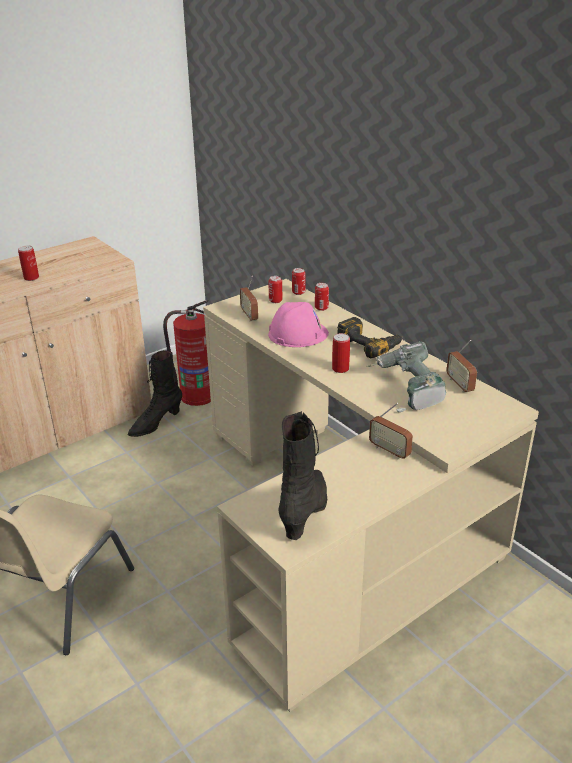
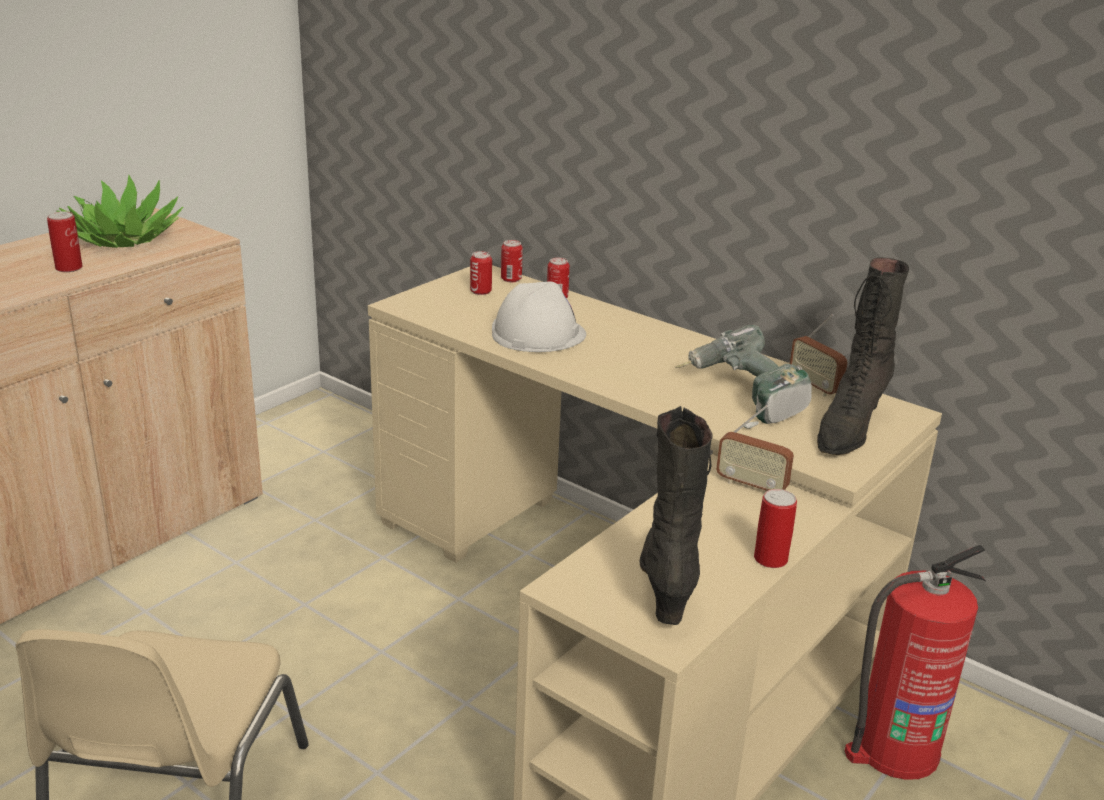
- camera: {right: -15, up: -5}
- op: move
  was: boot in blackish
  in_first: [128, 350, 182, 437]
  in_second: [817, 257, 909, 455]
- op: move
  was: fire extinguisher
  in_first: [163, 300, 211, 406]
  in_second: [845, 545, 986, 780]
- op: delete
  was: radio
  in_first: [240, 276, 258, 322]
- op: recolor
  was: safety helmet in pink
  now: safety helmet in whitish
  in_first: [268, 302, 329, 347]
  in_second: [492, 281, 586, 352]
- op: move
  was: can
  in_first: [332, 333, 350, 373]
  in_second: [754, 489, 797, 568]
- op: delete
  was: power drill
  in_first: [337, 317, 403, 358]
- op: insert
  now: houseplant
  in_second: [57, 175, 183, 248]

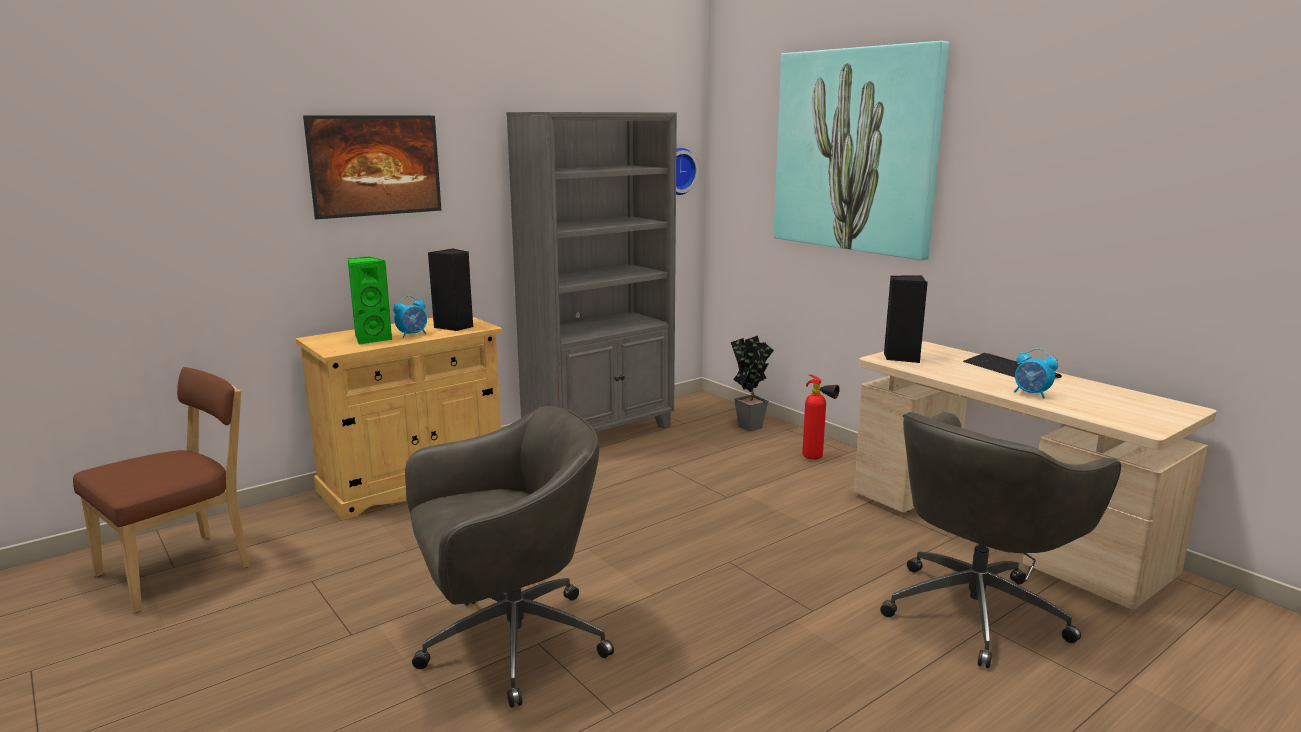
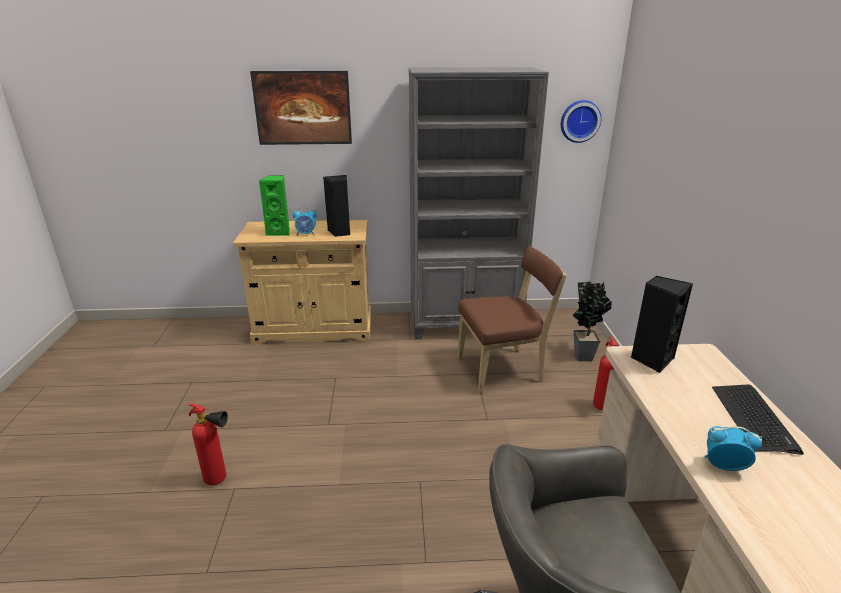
- camera: {right: 35, up: 10}
- op: move
  was: plain chair in brown-coloured
  in_first: [73, 367, 250, 613]
  in_second: [458, 246, 567, 393]
- op: replace
  was: computer chair in greyish
  now: fire extinguisher
  in_first: [405, 406, 614, 708]
  in_second: [189, 404, 228, 485]
- op: delete
  was: picture
  in_first: [774, 41, 949, 260]
- op: rotate
  was: table clock
  in_first: [1014, 348, 1058, 399]
  in_second: [705, 426, 762, 471]
  clockwise: 120

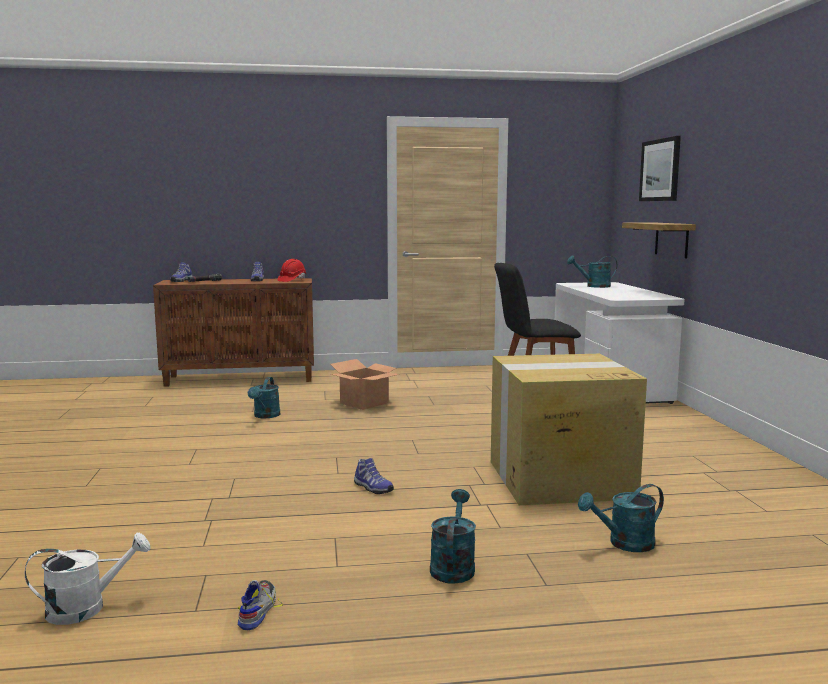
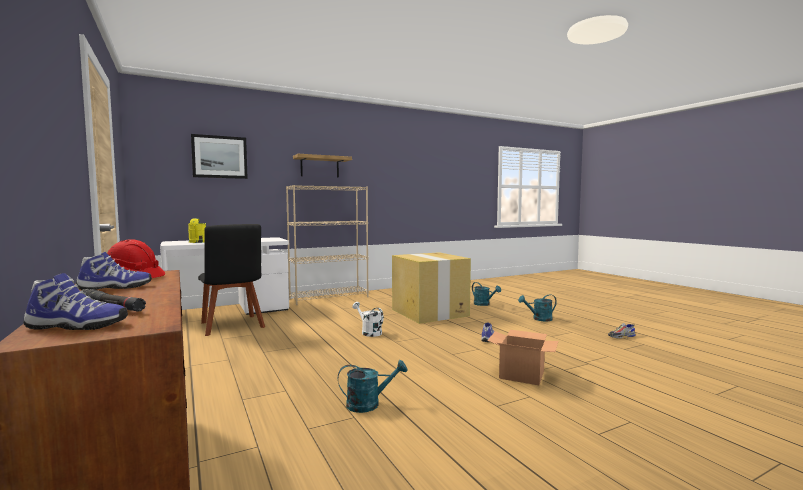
- camera: {right: -110, up: -5}
- op: move
  was: watering can in whitish
  in_first: [25, 533, 150, 625]
  in_second: [352, 302, 384, 337]
- op: move
  was: carton
  in_first: [330, 359, 400, 410]
  in_second: [487, 330, 559, 385]
- op: recolor
  was: watering can in turquoise
  now: watering can in yellow
  in_first: [567, 256, 617, 288]
  in_second: [188, 218, 207, 243]
- op: move
  was: bracket shelf
  in_first: [622, 222, 696, 258]
  in_second: [293, 154, 352, 178]
- op: insert
  now: bookshelf in beige-coloured
  in_second: [286, 185, 369, 305]

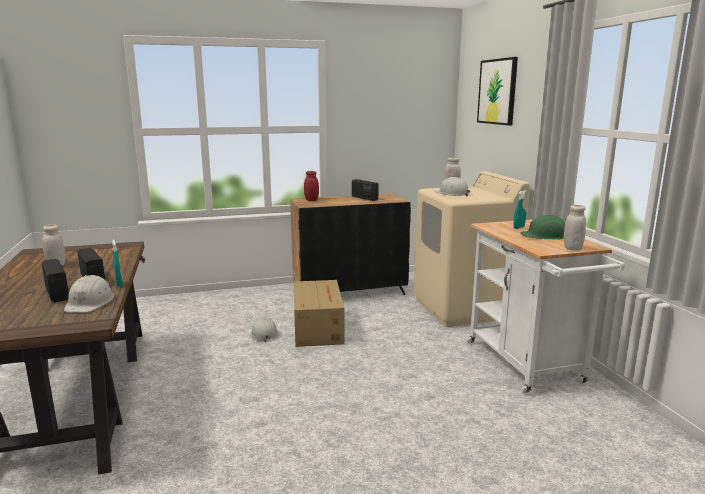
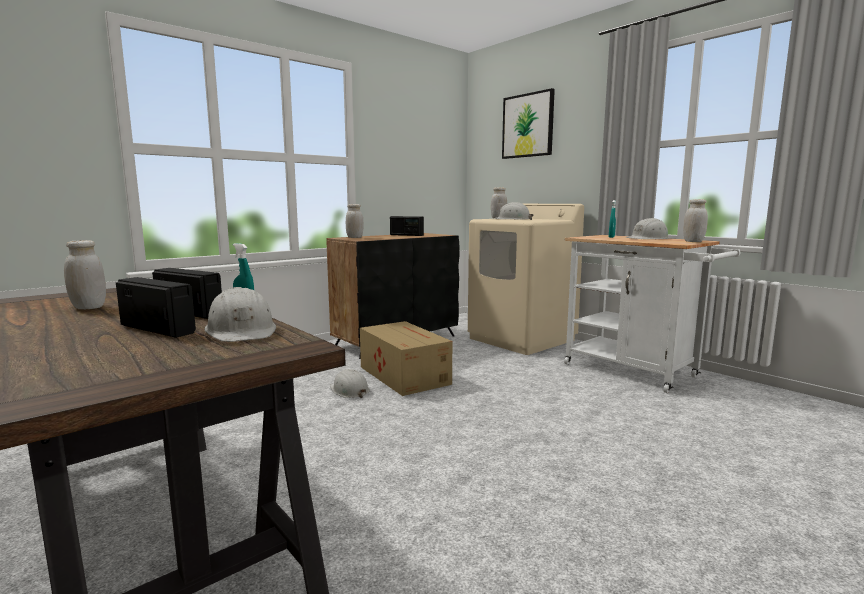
- camera: {right: -25, up: -5}
- op: recolor
  was: jar in reddish
  now: jar in whitish
  in_first: [304, 171, 319, 201]
  in_second: [346, 204, 364, 238]
- op: recolor
  was: safety helmet in greenish
  now: safety helmet in whitish
  in_first: [520, 215, 565, 239]
  in_second: [625, 218, 669, 239]

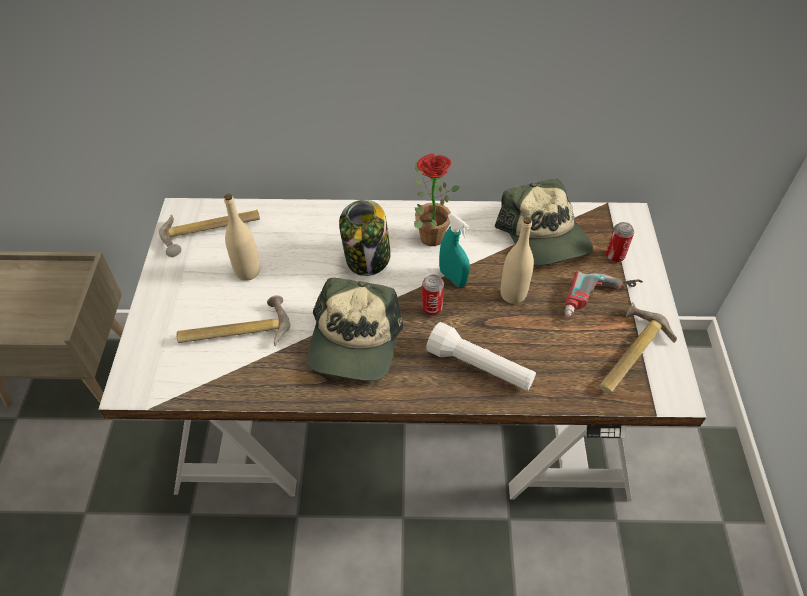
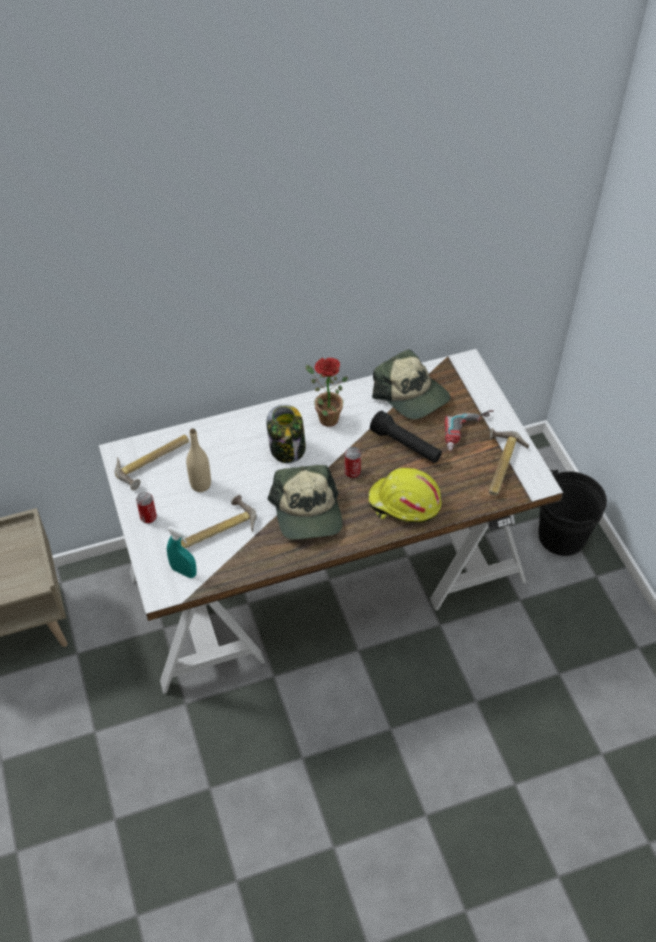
- camera: {right: -20, up: 0}
- op: replace
  was: flashlight in whitish
  now: safety helmet in yellow
  in_first: [426, 322, 536, 391]
  in_second: [368, 468, 441, 523]
- op: move
  was: sprayer in turquoise
  in_first: [439, 213, 470, 287]
  in_second: [167, 526, 197, 578]
- op: replace
  was: beverage bottle in beige-coloured
  now: flashlight in blackish
  in_first: [500, 217, 534, 304]
  in_second: [370, 411, 442, 463]
- op: move
  was: can
  in_first: [606, 222, 634, 262]
  in_second: [136, 492, 157, 524]
- op: insert
  now: pail in blackish
  in_second: [538, 470, 607, 556]

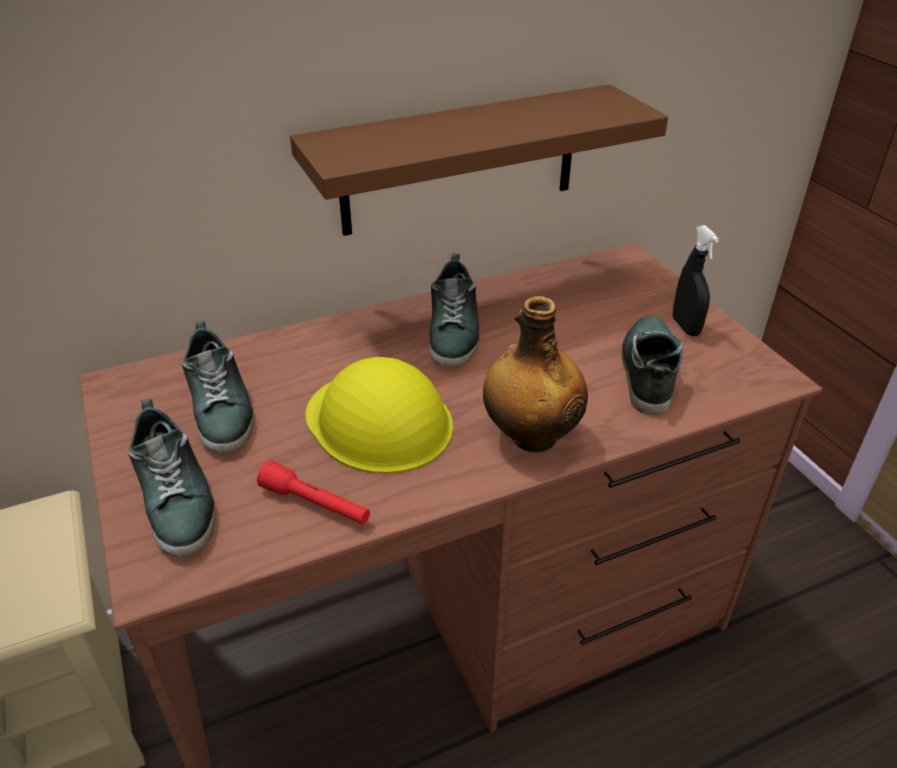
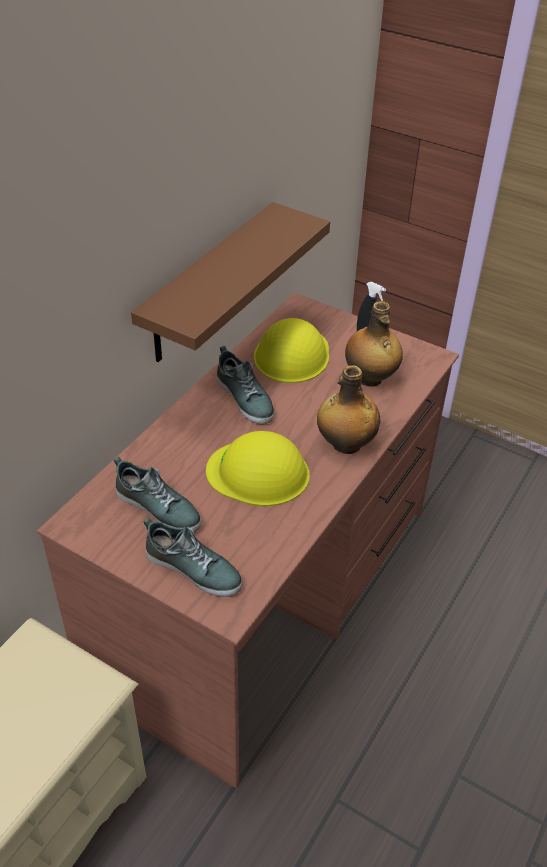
- camera: {right: -35, up: 5}
- op: delete
  was: flashlight in reddish
  in_first: [257, 460, 370, 524]
- op: replace
  was: shoe
  now: beverage bottle
  in_first: [622, 316, 683, 415]
  in_second: [345, 301, 403, 387]
- op: insert
  now: safety helmet in yellow
  in_second: [254, 318, 329, 383]

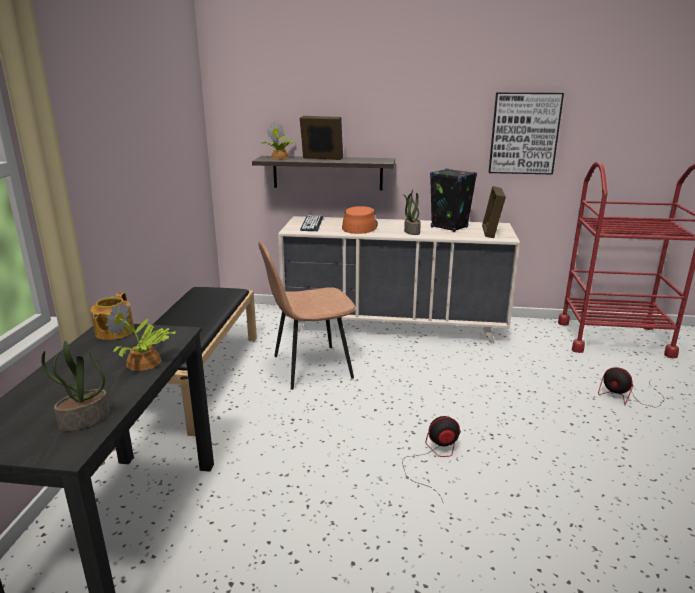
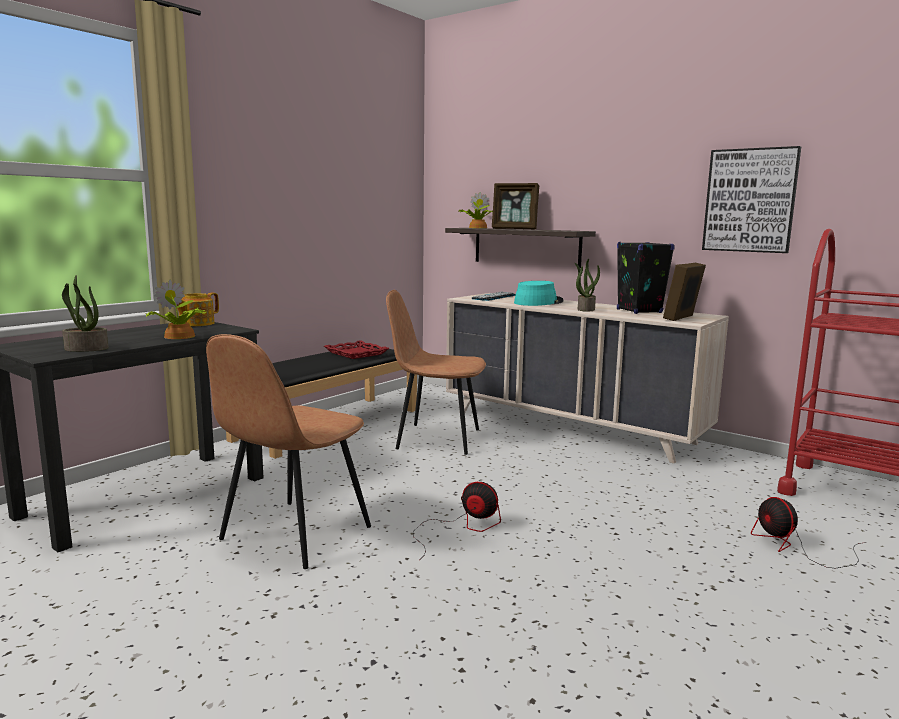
- camera: {right: 30, up: -10}
- op: rotate
  was: picture frame
  in_first: [300, 116, 343, 160]
  in_second: [492, 183, 539, 229]
  clockwise: 150
- op: recolor
  was: hat in orangey
  now: hat in turquoise
  in_first: [342, 206, 378, 234]
  in_second: [514, 281, 563, 306]
- op: insert
  now: plain chair in brown-coloured
  in_second: [206, 334, 371, 569]
- op: insert
  now: tray in reddish
  in_second: [324, 340, 389, 359]

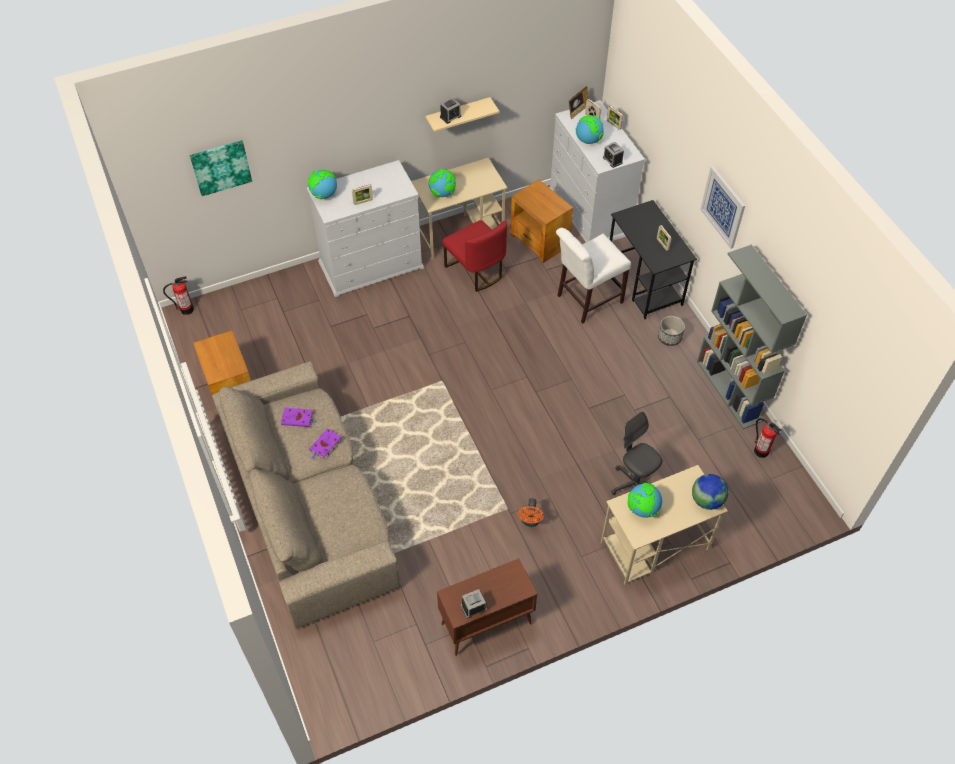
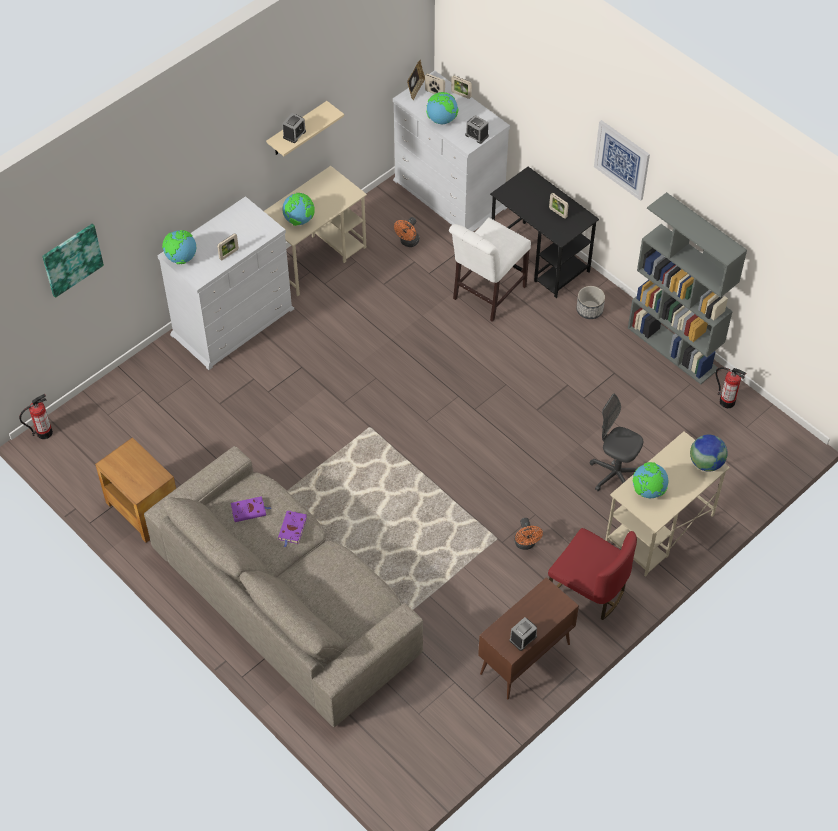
- camera: {right: -20, up: 0}
- op: move
  was: plain chair in reddish
  in_first: [442, 220, 507, 292]
  in_second: [548, 528, 637, 620]
- op: replace
  was: accent table in brown-coloured
  now: fan in orangey
  in_first: [510, 180, 573, 263]
  in_second: [394, 217, 419, 247]

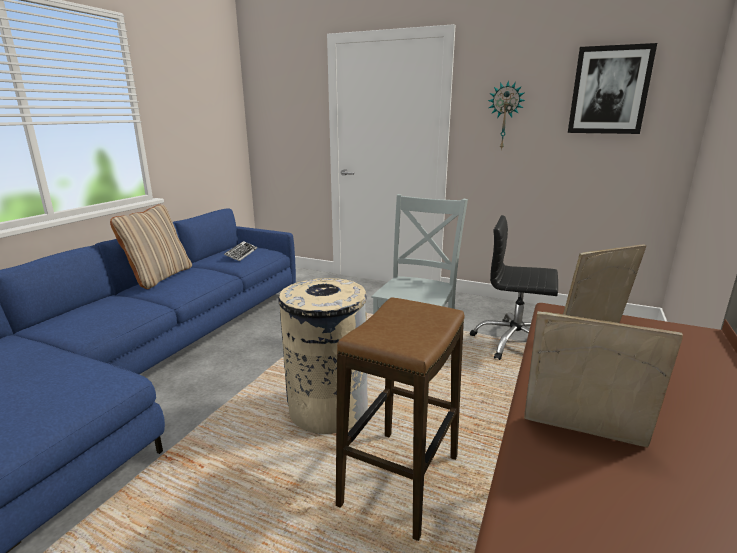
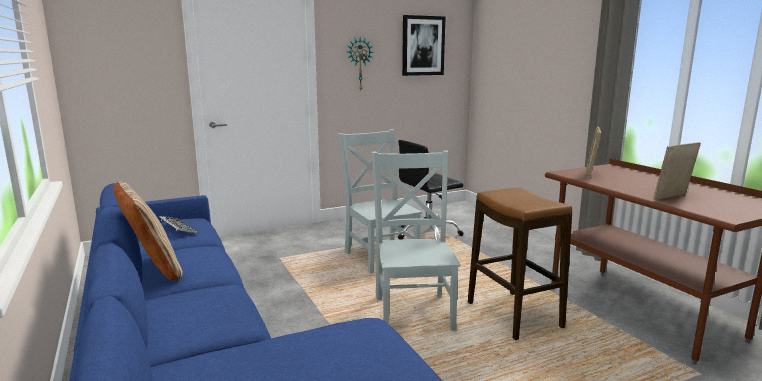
- camera: {right: -50, up: -5}
- op: replace
  was: rubbish bin in beige-coloured
  now: plain chair in greyish
  in_first: [278, 278, 368, 434]
  in_second: [372, 150, 461, 331]

